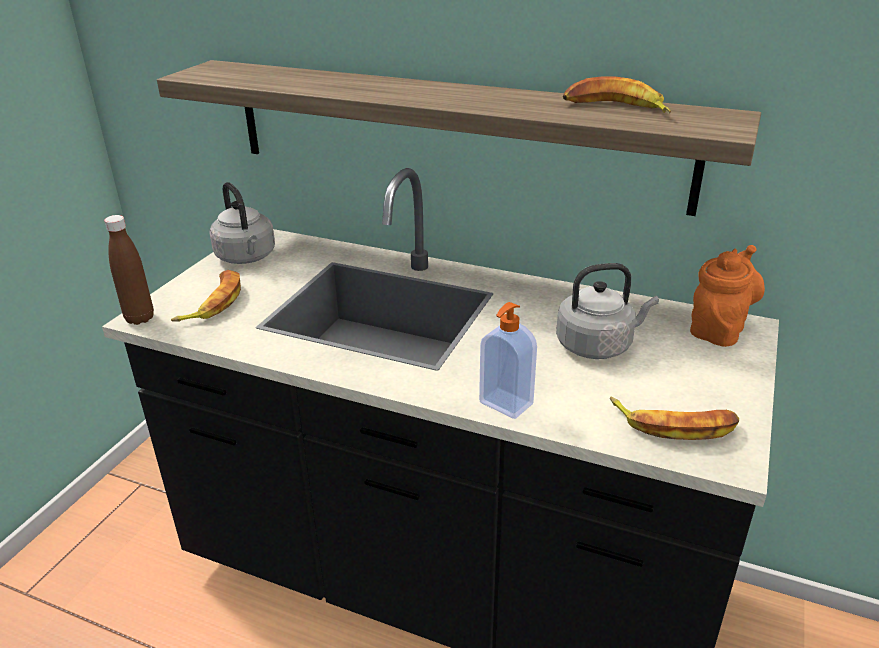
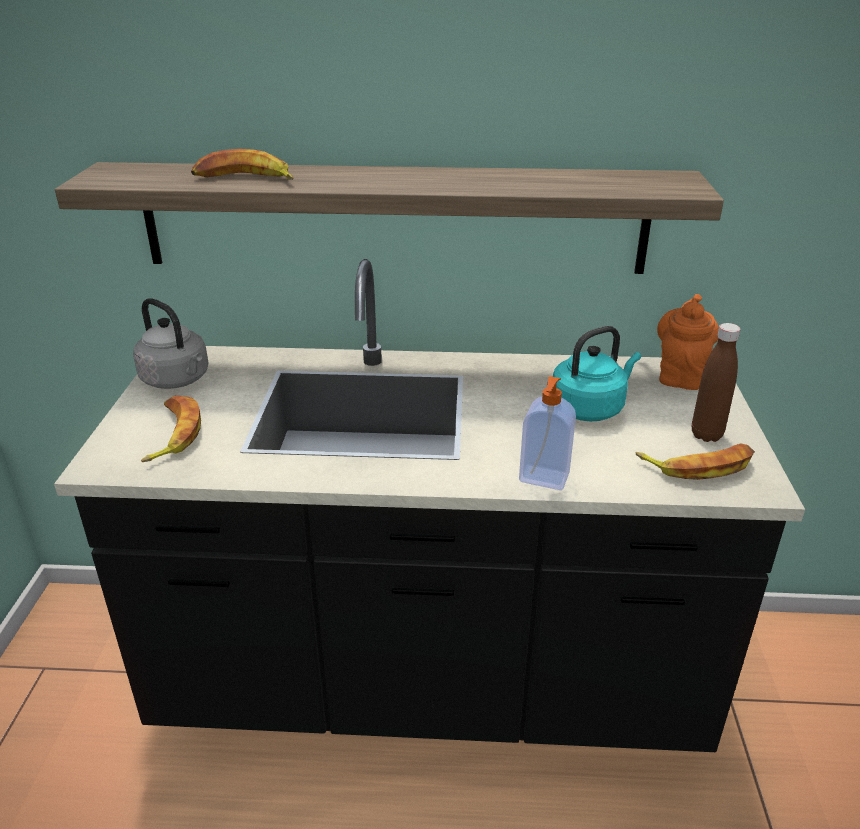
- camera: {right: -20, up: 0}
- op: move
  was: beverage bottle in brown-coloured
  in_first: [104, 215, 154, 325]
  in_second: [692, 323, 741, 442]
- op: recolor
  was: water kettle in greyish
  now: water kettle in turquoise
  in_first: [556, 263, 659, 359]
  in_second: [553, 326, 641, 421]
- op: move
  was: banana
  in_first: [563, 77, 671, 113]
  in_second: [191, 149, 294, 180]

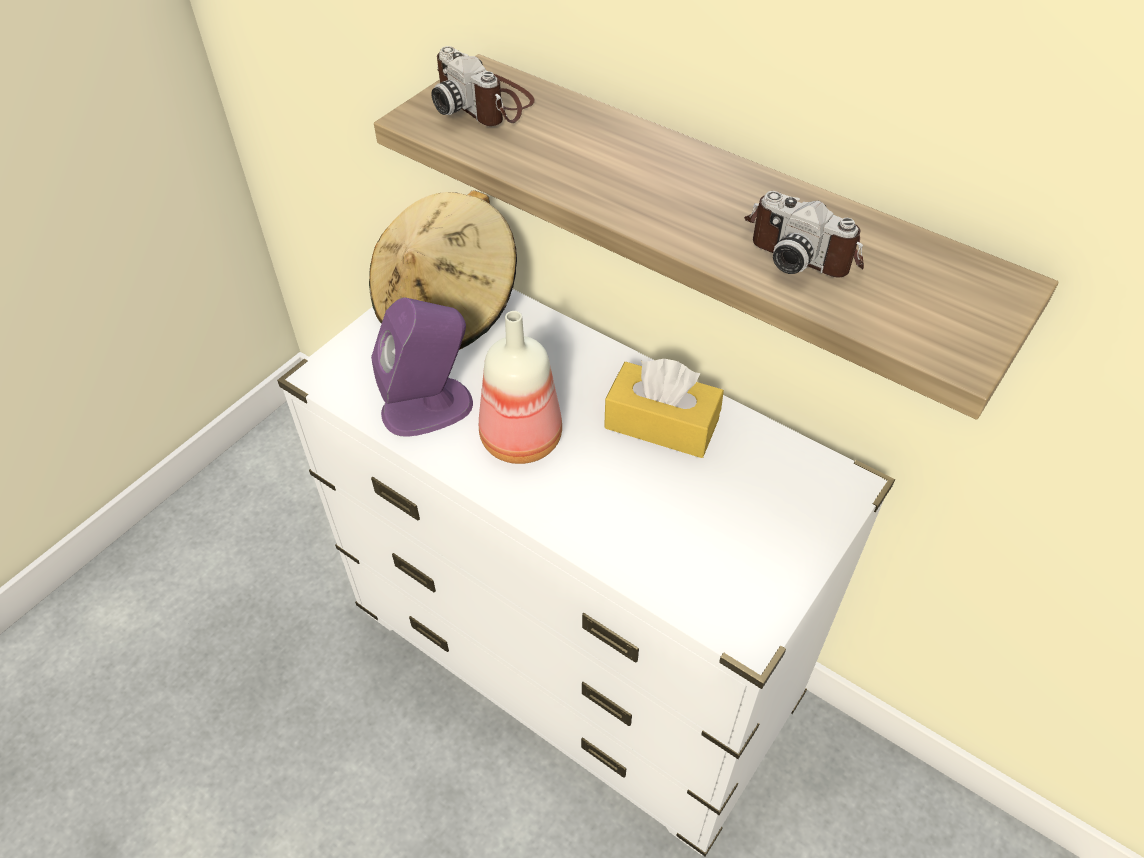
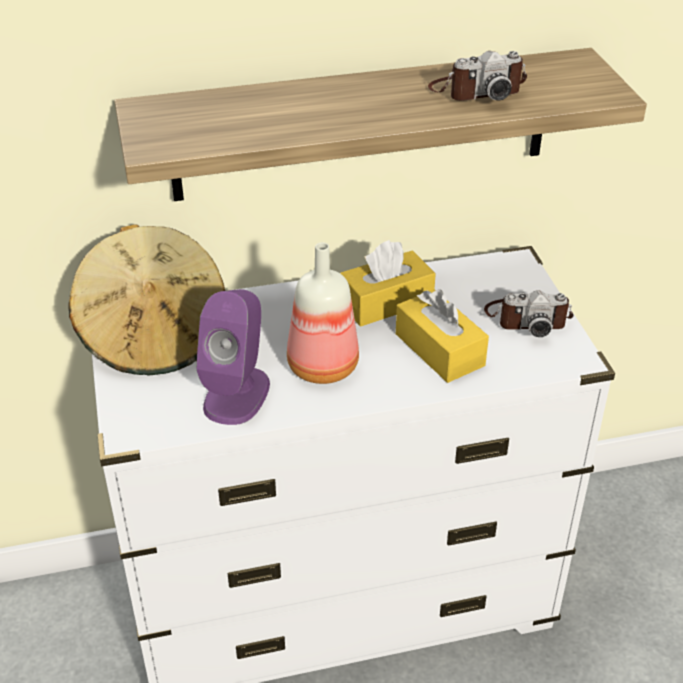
- camera: {right: -50, up: -10}
- op: move
  was: still camera
  in_first: [431, 46, 535, 126]
  in_second: [484, 290, 574, 337]
- op: insert
  now: tissue box in yellow
  in_second: [396, 289, 489, 383]

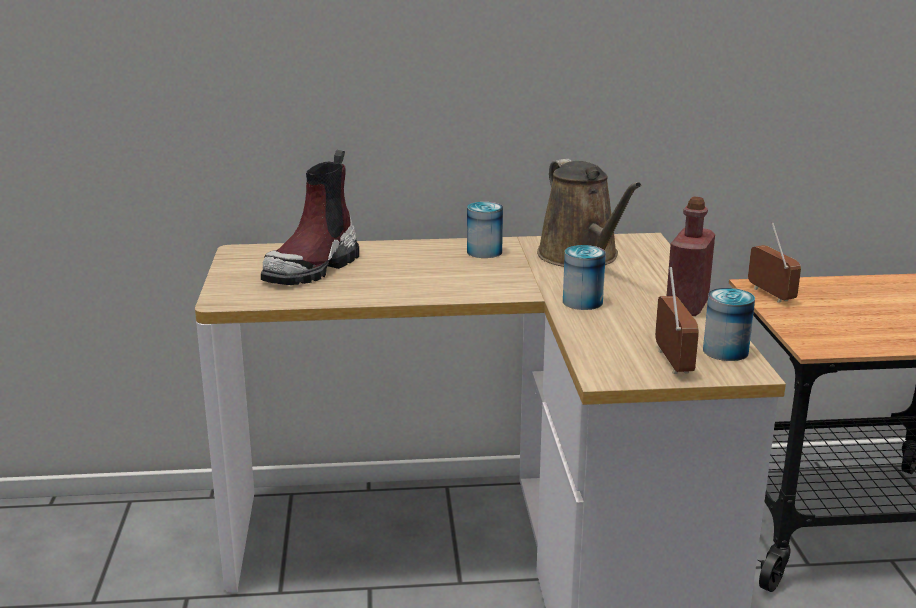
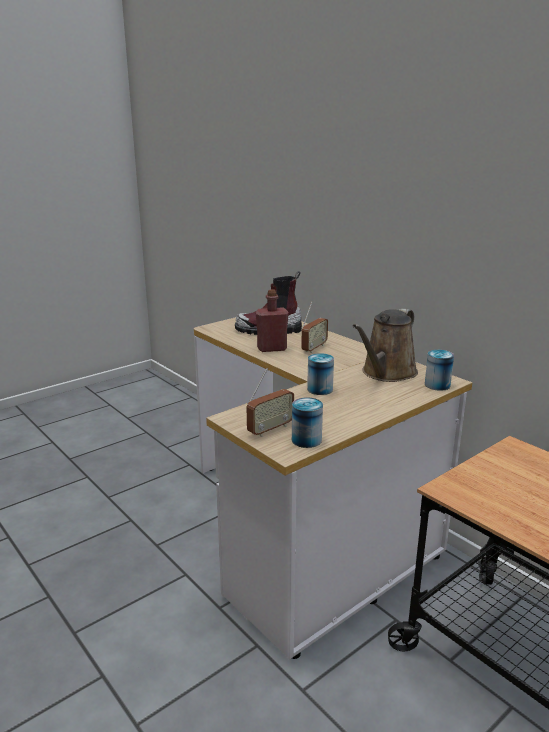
- camera: {right: 55, up: 0}
- op: move
  was: can
  in_first: [467, 202, 503, 258]
  in_second: [425, 350, 454, 391]
- op: move
  was: beverage bottle in reddish
  in_first: [667, 197, 715, 316]
  in_second: [255, 289, 289, 352]
- op: move
  was: radio
  in_first: [748, 222, 801, 303]
  in_second: [301, 301, 328, 353]

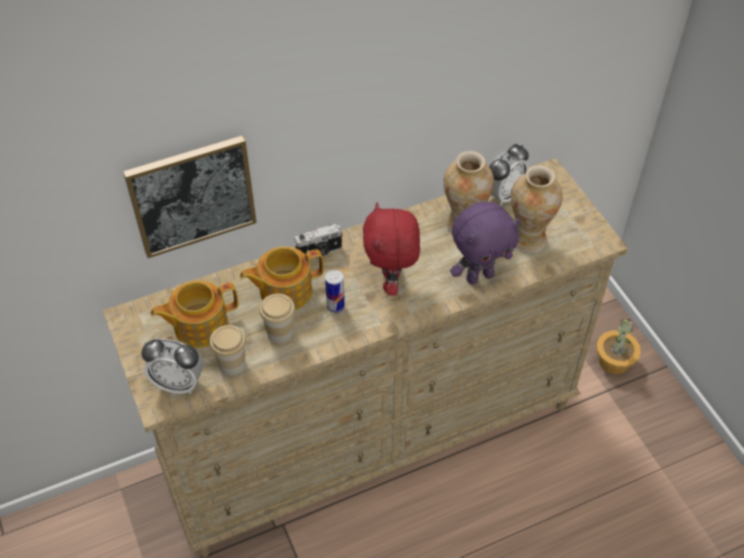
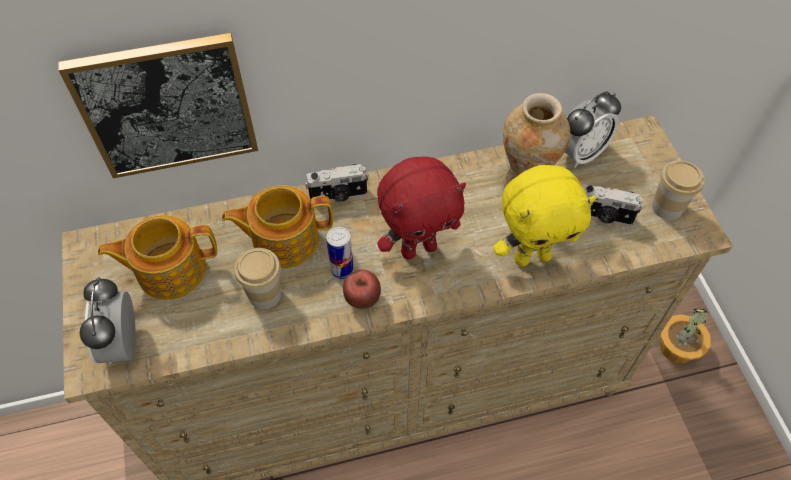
- camera: {right: 10, up: 5}
- op: rotate
  was: table clock
  in_first: [141, 339, 204, 394]
  in_second: [79, 277, 136, 365]
  clockwise: 60
- op: move
  was: small cup
  in_first: [210, 325, 246, 376]
  in_second: [652, 160, 704, 220]
- op: rotate
  was: plush toy in reddish
  in_first: [363, 202, 420, 296]
  in_second: [377, 157, 466, 259]
  clockwise: -120
- op: recolor
  was: plush toy in purple
  now: plush toy in yellow
  in_first: [450, 202, 520, 284]
  in_second: [494, 165, 596, 266]
- op: replace
  was: decorative vase
  now: still camera
  in_first: [511, 165, 563, 253]
  in_second: [582, 184, 643, 226]
- op: insert
  now: apple
  in_second: [343, 270, 381, 309]

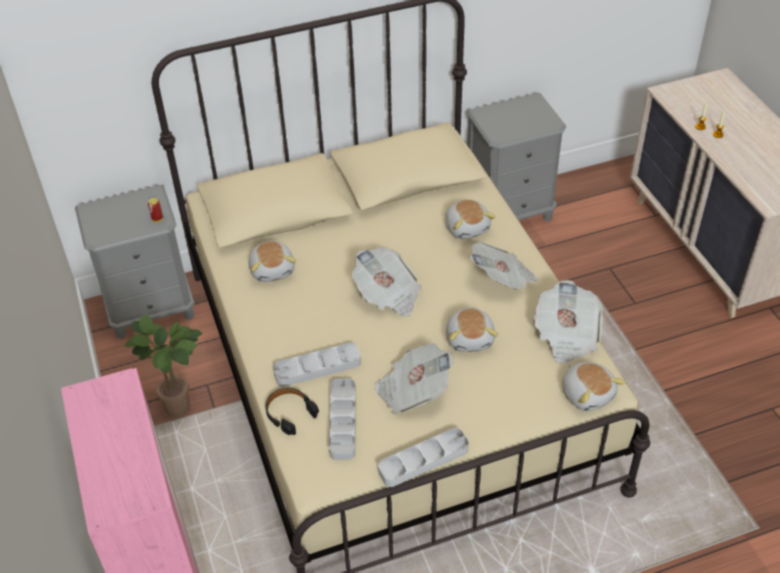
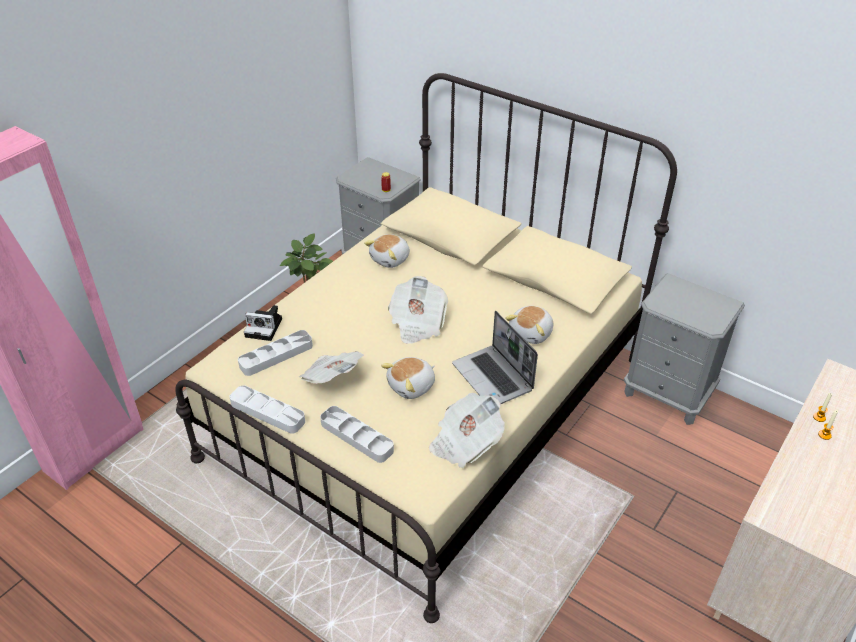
- camera: {right: 55, up: -5}
- op: replace
  was: headset in blackish
  now: still camera
  in_first: [265, 388, 319, 435]
  in_second: [244, 305, 282, 341]
- op: move
  was: tray in greyish
  in_first: [273, 343, 361, 387]
  in_second: [320, 406, 394, 463]
- op: replace
  was: printed paper
  now: portable computer
  in_first: [469, 242, 539, 290]
  in_second: [452, 311, 538, 404]
- op: delete
  was: plush toy
  in_first: [562, 362, 626, 411]

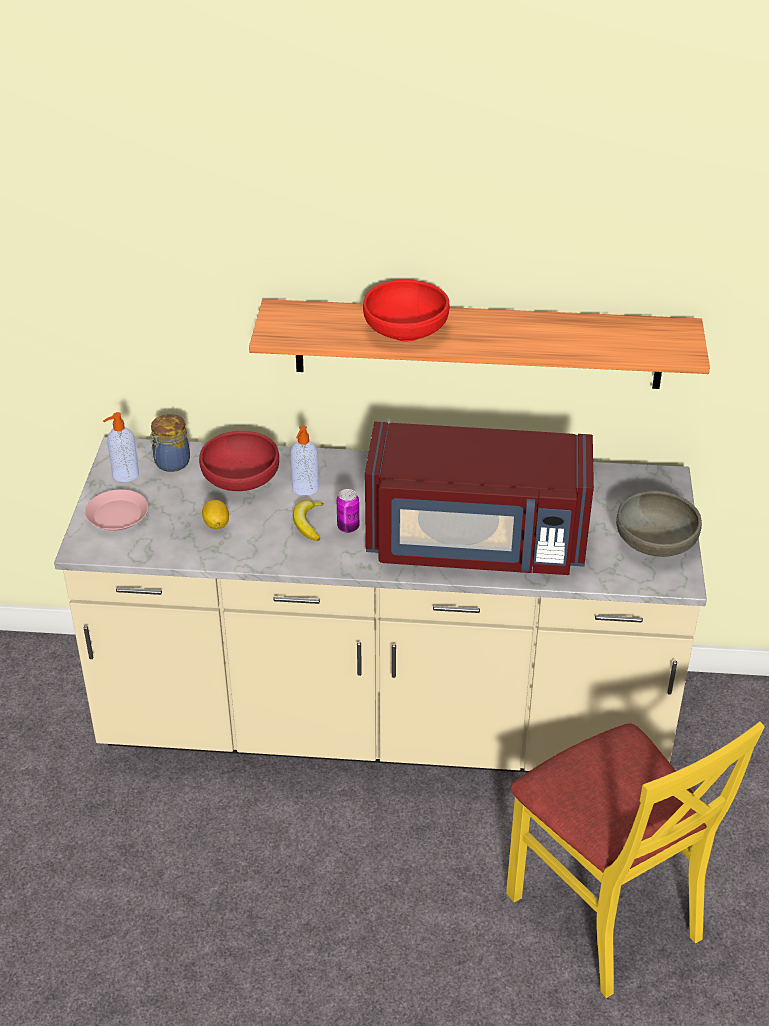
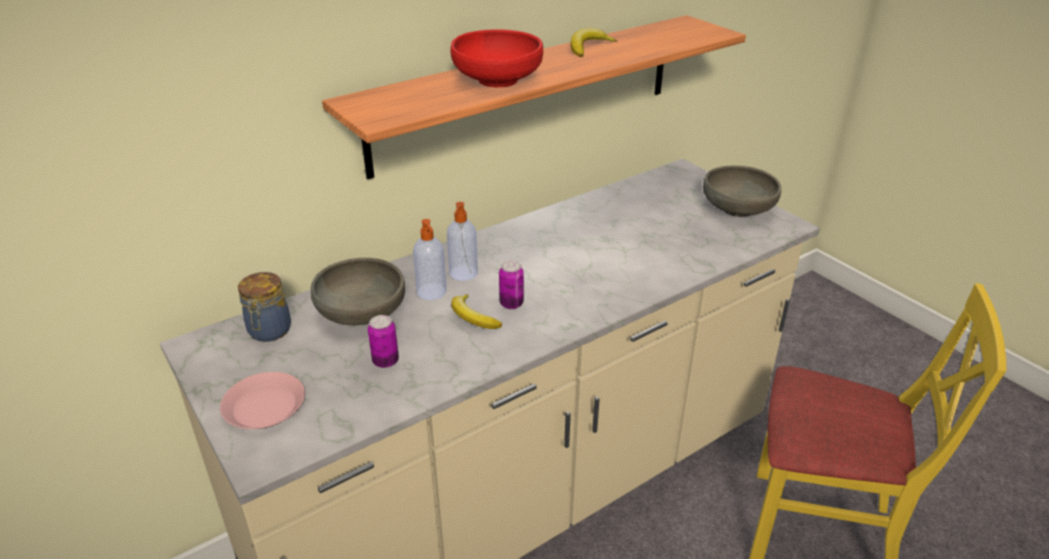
- camera: {right: -40, up: -5}
- op: move
  was: soap bottle
  in_first: [103, 412, 139, 482]
  in_second: [447, 202, 478, 281]
- op: recolor
  was: bowl in reddish
  now: bowl in greyish
  in_first: [199, 431, 279, 491]
  in_second: [311, 258, 405, 325]
- op: replace
  was: citrus fruit
  now: can
  in_first: [202, 500, 229, 529]
  in_second: [368, 315, 399, 368]
- op: delete
  was: kitchen microwave in reddish
  in_first: [365, 422, 594, 575]
- op: insert
  now: banana
  in_second: [571, 28, 617, 57]

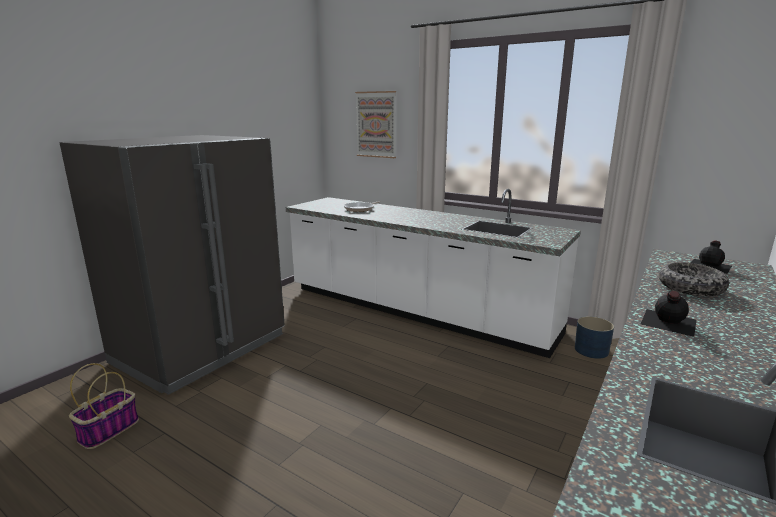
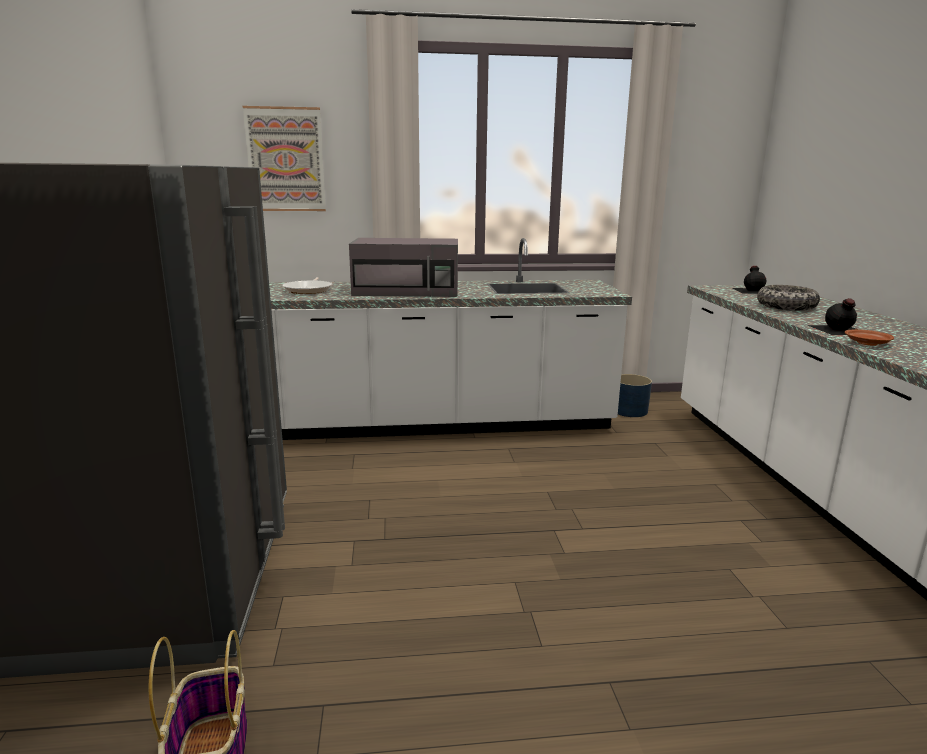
- camera: {right: -40, up: 0}
- op: insert
  now: kitchen microwave in greyish
  in_second: [349, 238, 458, 297]
- op: insert
  now: dinner plate in brown-coloured
  in_second: [845, 329, 894, 346]

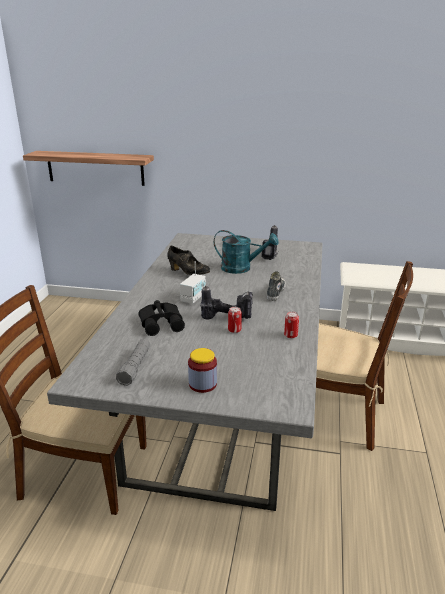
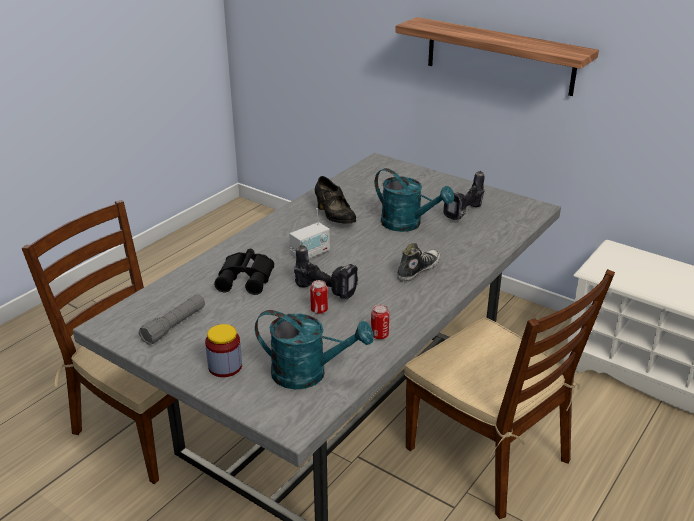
- camera: {right: 25, up: 5}
- op: move
  was: bracket shelf
  in_first: [23, 151, 154, 186]
  in_second: [395, 17, 599, 96]
- op: insert
  now: watering can in turquoise
  in_second: [255, 310, 374, 390]

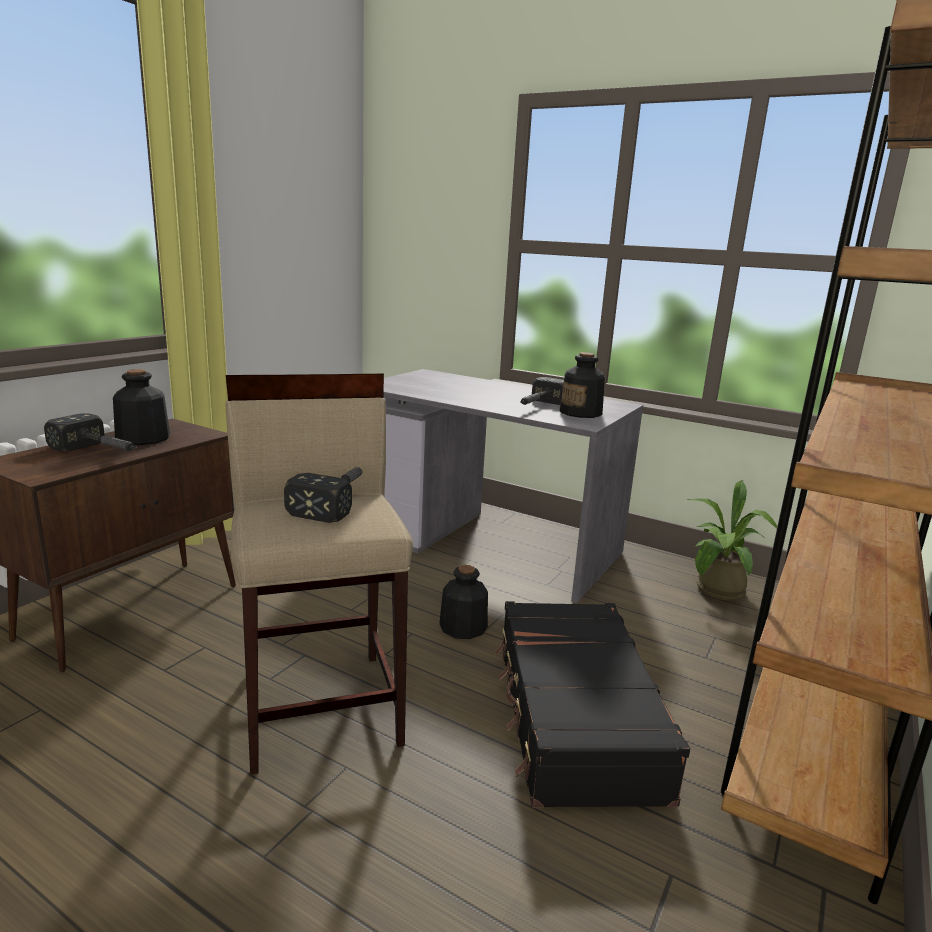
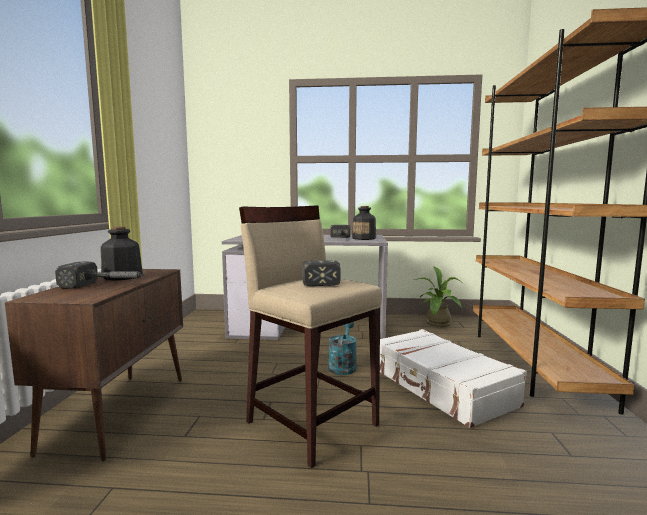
- camera: {right: -25, up: -10}
- op: replace
  was: beverage bottle
  now: watering can in turquoise
  in_first: [439, 565, 488, 639]
  in_second: [328, 322, 357, 375]
- op: recolor
  was: suitcase in blackish
  now: suitcase in whitish
  in_first: [495, 601, 690, 808]
  in_second: [380, 329, 527, 428]

